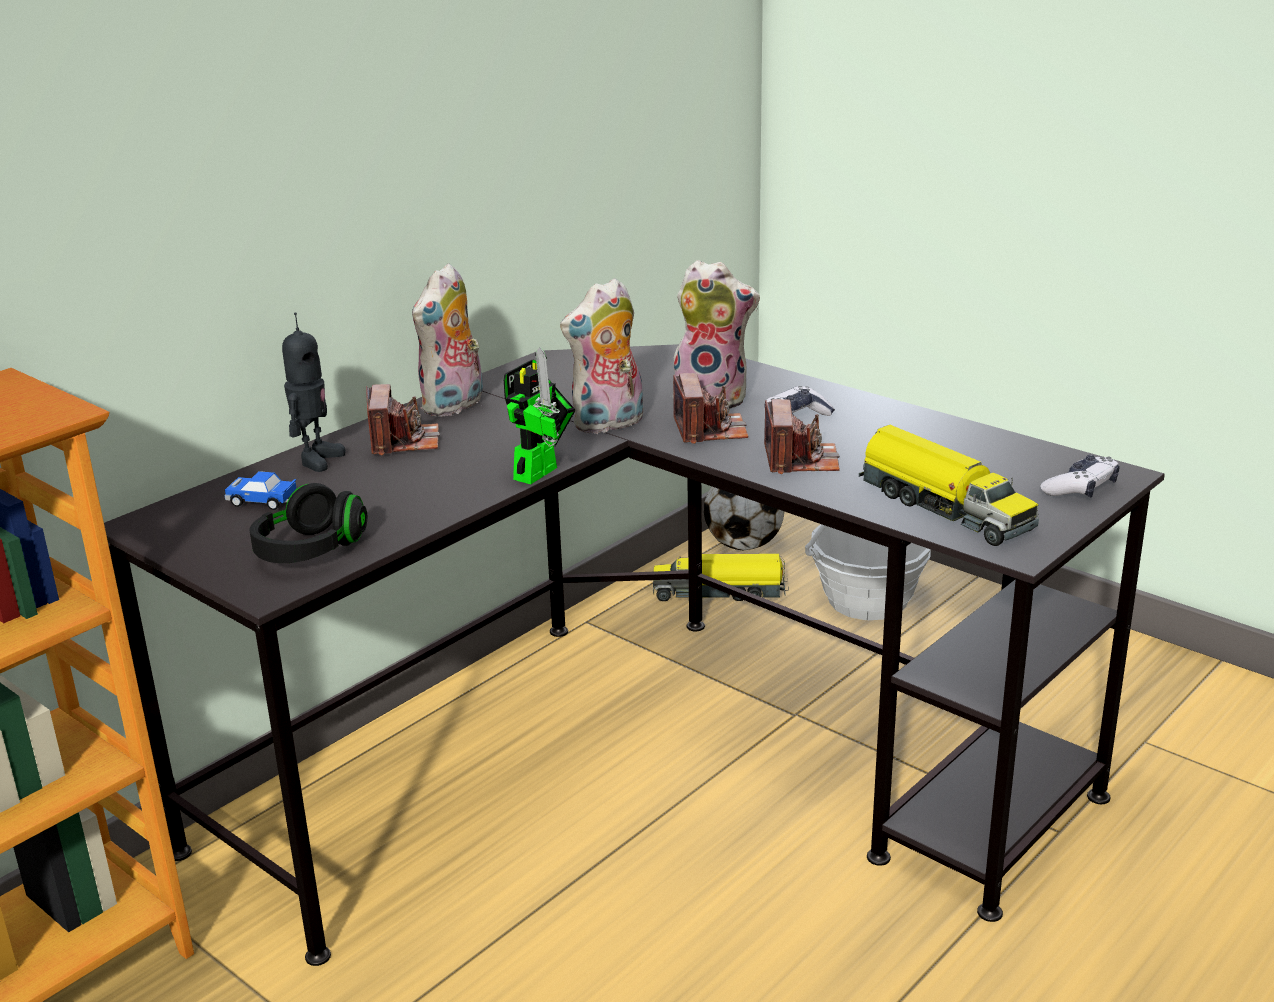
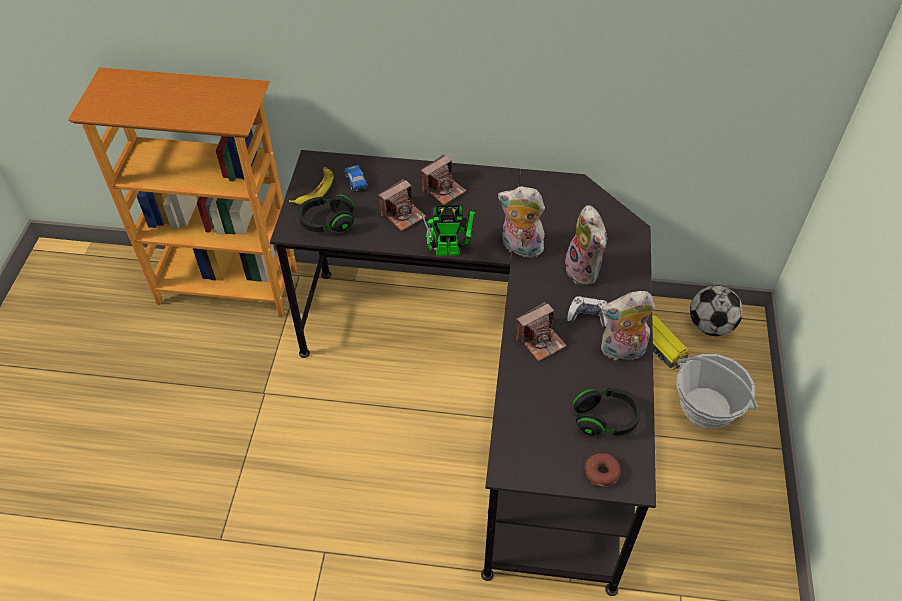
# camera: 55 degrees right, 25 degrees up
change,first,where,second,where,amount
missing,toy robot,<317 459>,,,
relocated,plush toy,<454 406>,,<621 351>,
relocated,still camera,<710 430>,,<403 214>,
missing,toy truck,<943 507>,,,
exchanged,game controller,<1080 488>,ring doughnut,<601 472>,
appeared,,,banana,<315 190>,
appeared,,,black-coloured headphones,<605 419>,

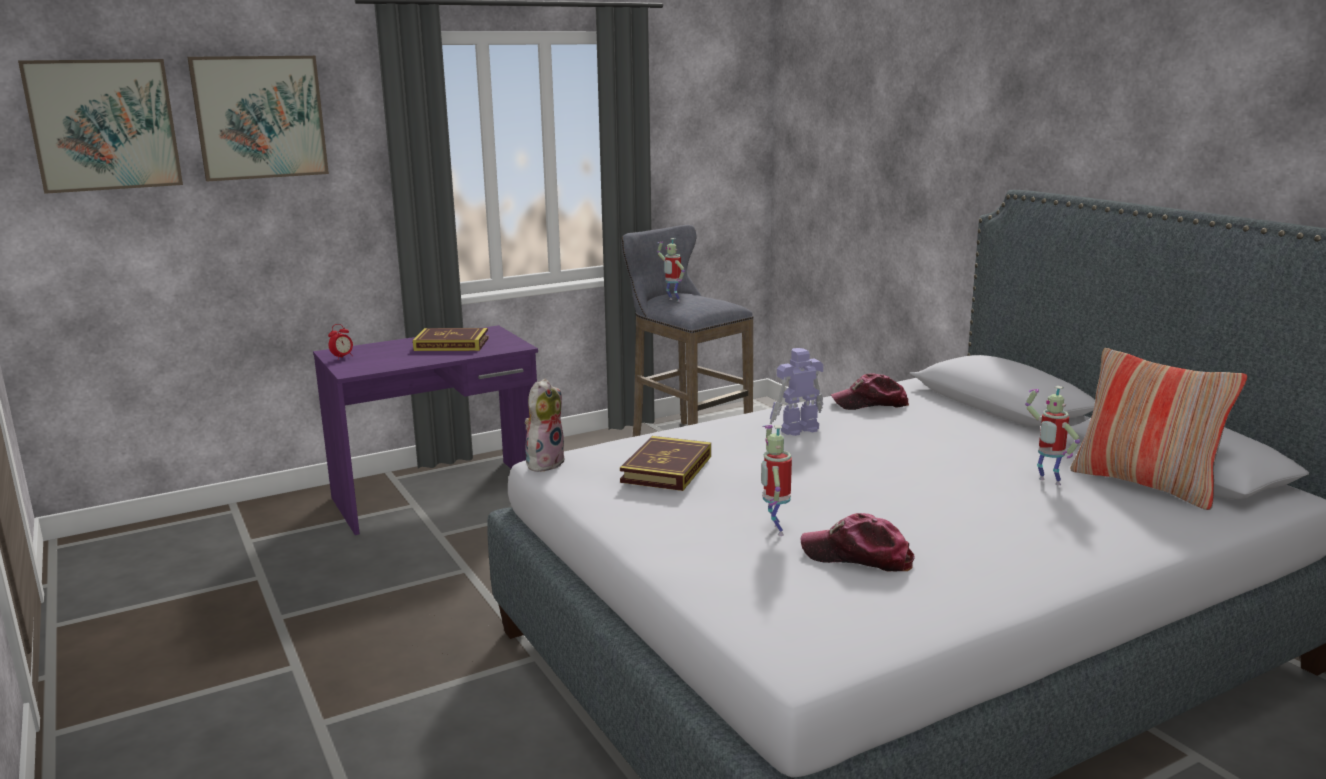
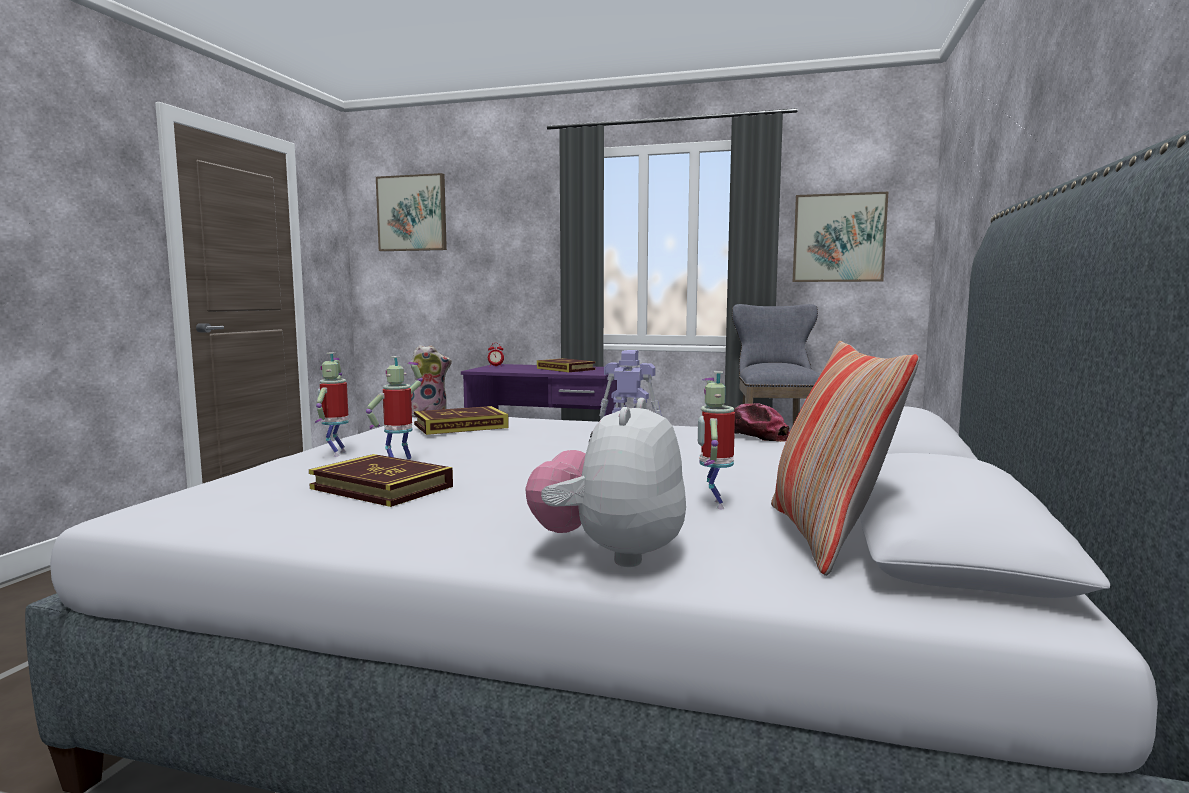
# camera: 45 degrees right, 10 degrees down
change,first,where,second,where,amount
relocated,wall art,<260 117>,,<838 238>,
relocated,toy robot,<672 300>,,<336 453>,
exchanged,baseball cap,<857 556>,book,<381 487>,
appeared,,,plush toy,<611 554>,

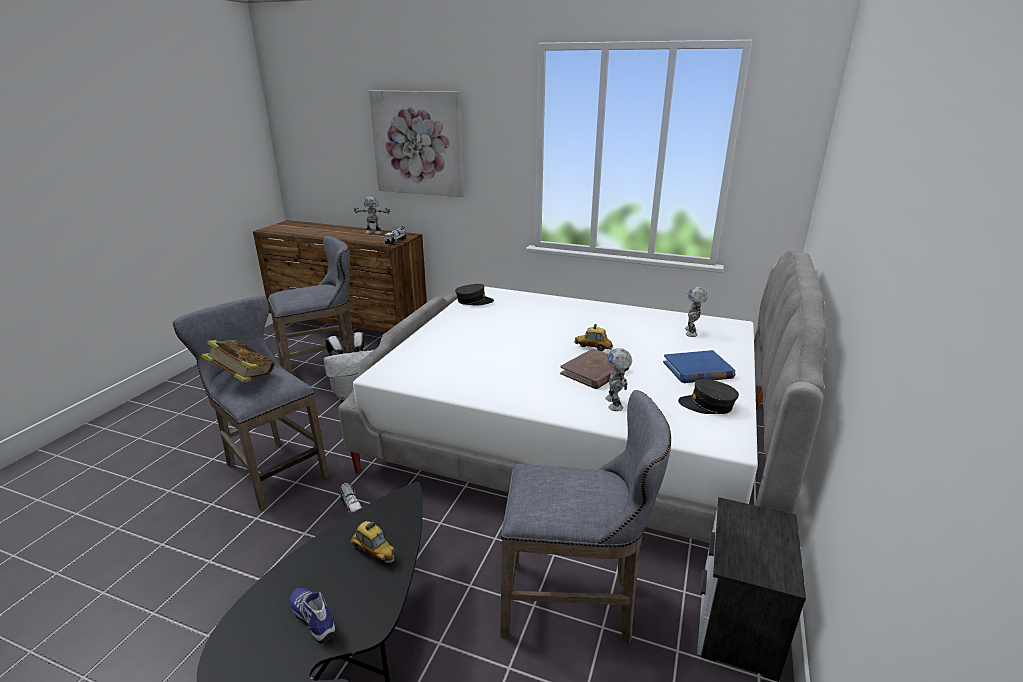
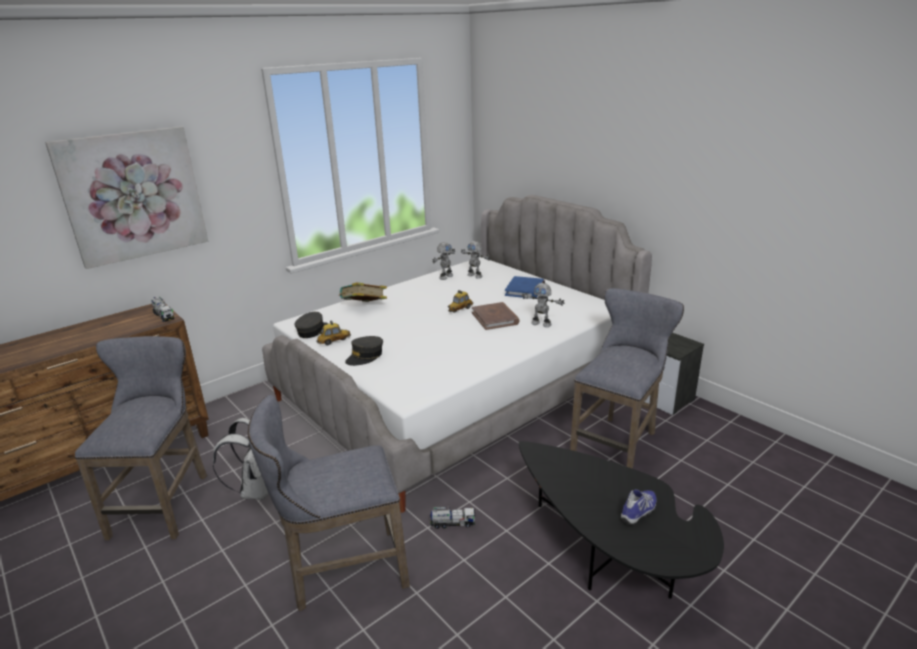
# camera: 60 degrees left, 0 degrees up
change,first,where,second,where,amount
relocated,book,<243 379>,,<364 307>,
spun,item of footwear,<314 618>,,<639 512>,150 degrees clockwise
relocated,model car,<374 552>,,<334 341>,
relocated,toy robot,<374 233>,,<445 277>,
relocated,grey baseball cap,<707 405>,,<365 356>,

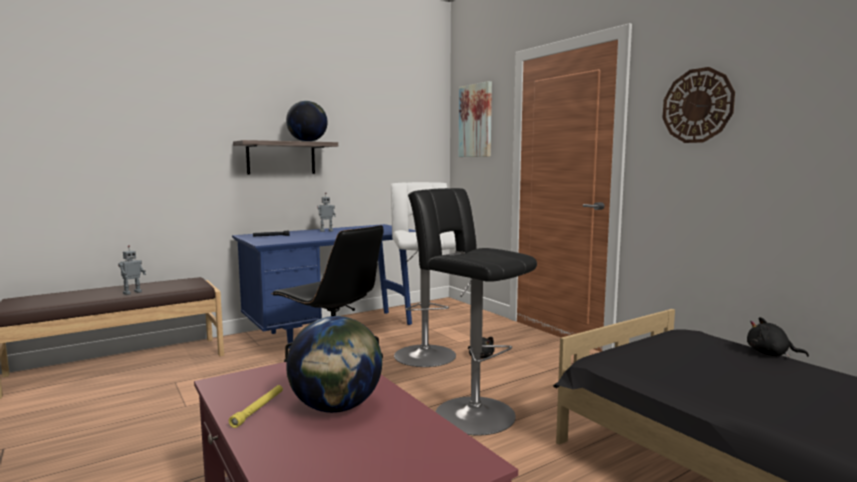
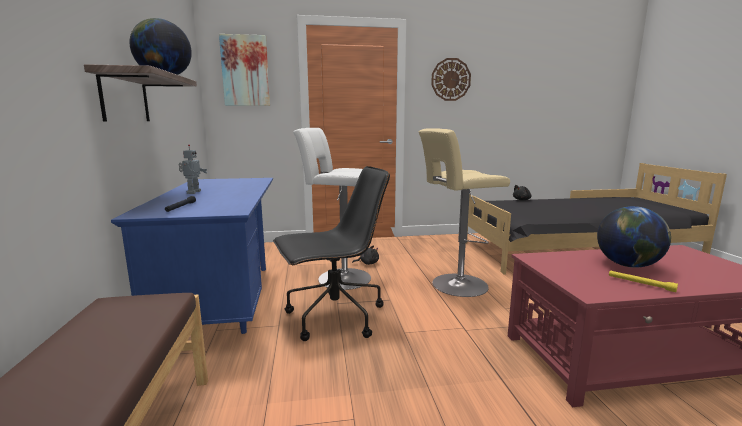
# camera: 65 degrees left, 5 degrees up
change,first,where,second,where,amount
missing,toy robot,<132 292>,,,
colour,black-coloured stool,<469 412>,beige-coloured stool,<456 285>,

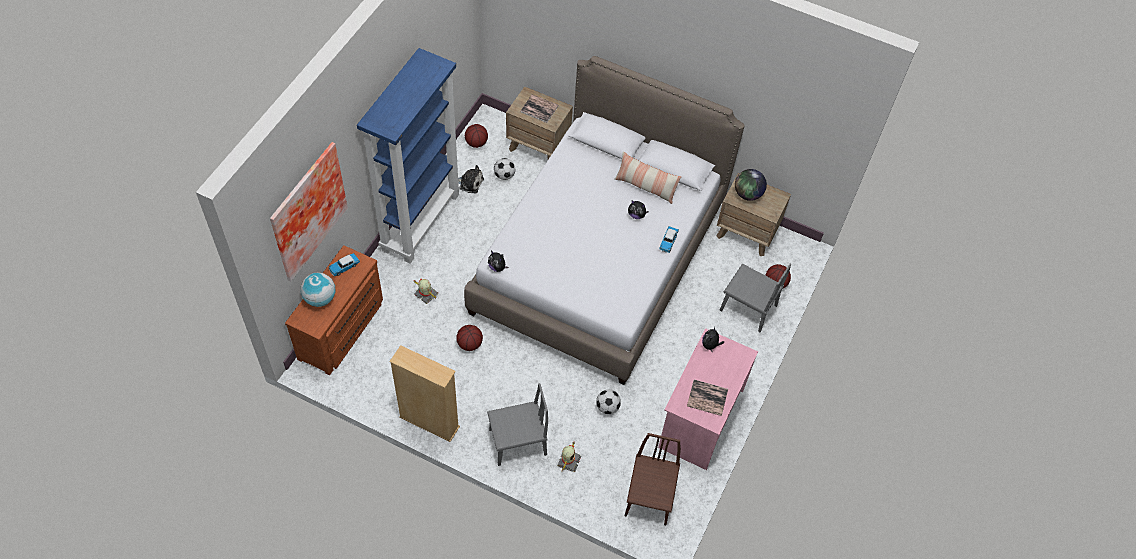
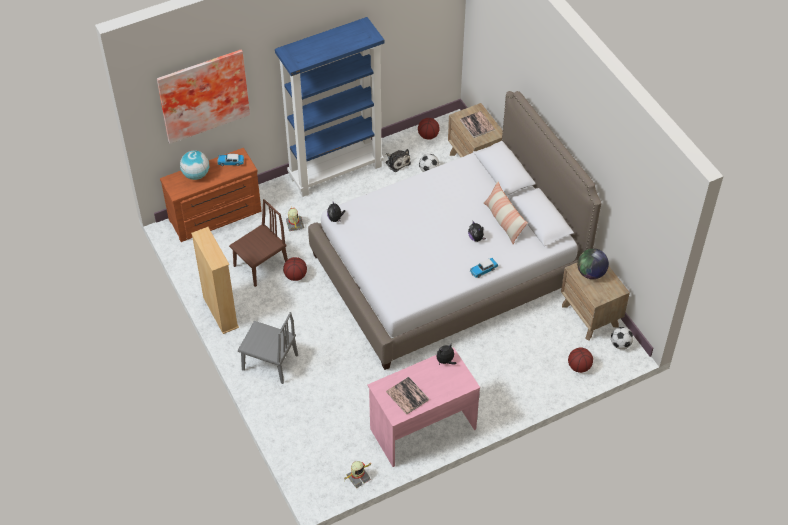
# camera: 40 degrees right, 5 degrees down
change,first,where,second,where,amount
relocated,toy robot,<568 461>,,<358 477>,
relocated,ball for football,<607 407>,,<620 344>,
relocated,brownish chair,<649 497>,,<261 265>,
missing,grey chair,<748 308>,,,

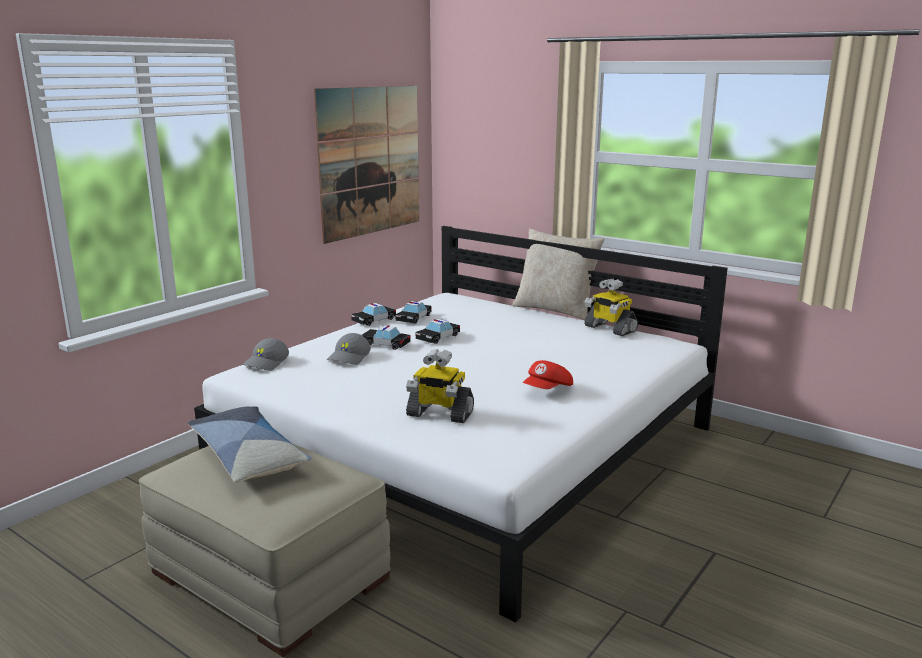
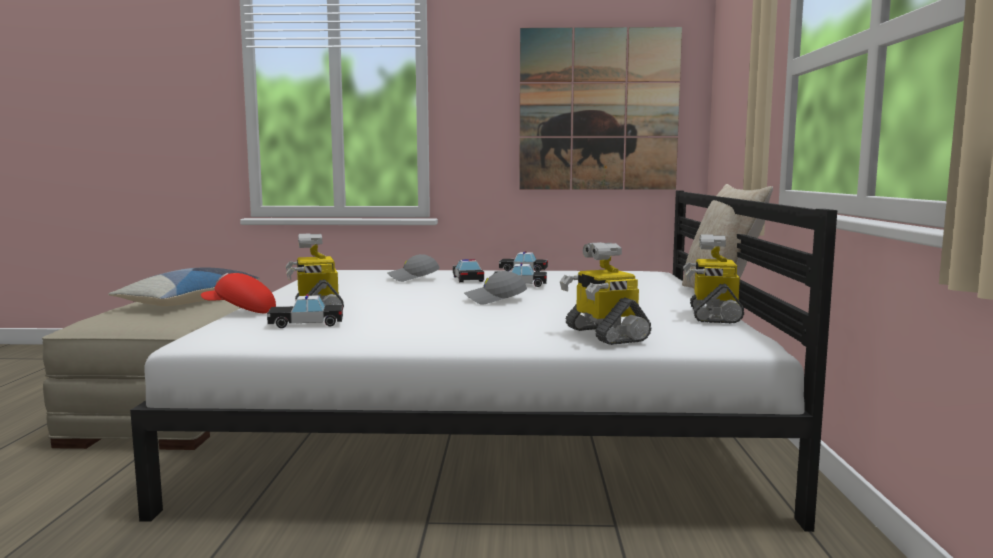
# camera: 55 degrees right, 10 degrees down
change,first,where,second,where,amount
relocated,grey baseball cap,<266 363>,,<495 300>,
relocated,model car,<413 318>,,<306 323>,
relocated,red-coloured baseball cap,<548 390>,,<240 312>,
appeared,,,toy robot,<604 334>,

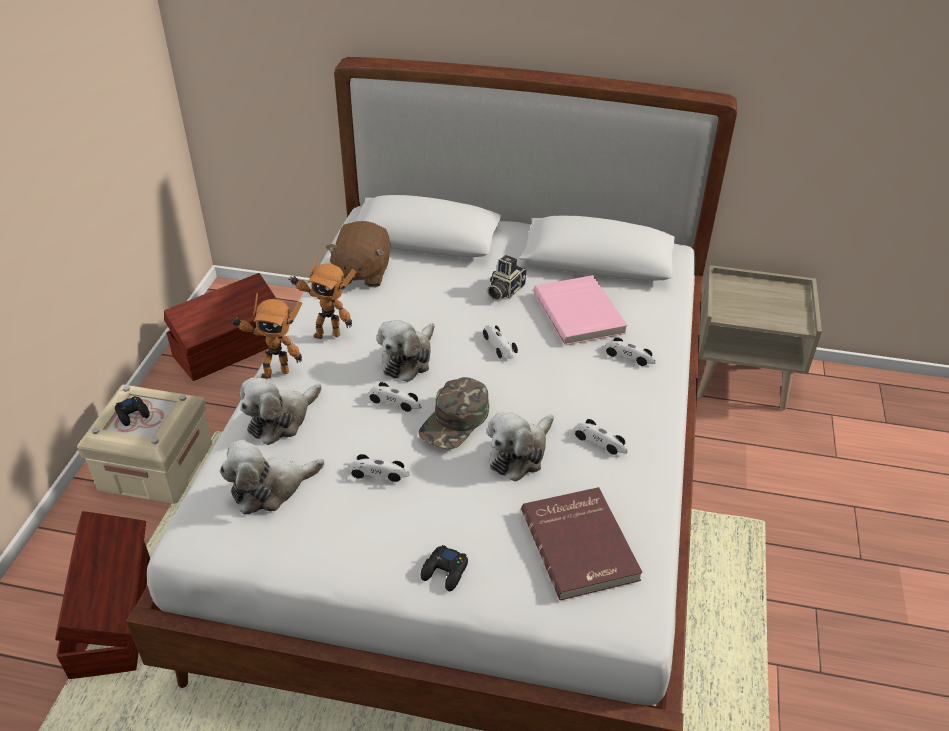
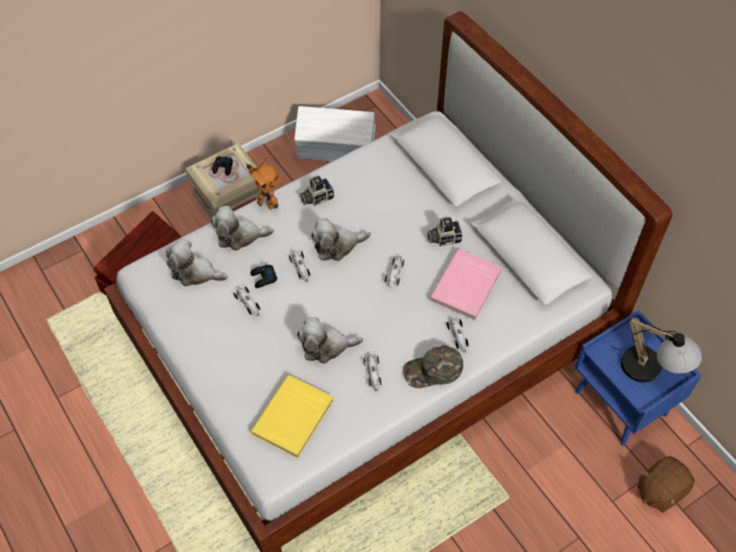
# camera: 45 degrees right, 15 degrees up
change,first,where,second,where,amount
colour,brownish storage box,<231 349>,white-coloured storage box,<336 150>,
exchanged,toy robot,<327 334>,still camera,<316 197>,
relocated,brownish plush toy,<361 273>,,<660 490>,
relocated,green-coloured baseball cap,<455 421>,,<433 371>,
relocated,black-coloured game controller,<445 572>,,<263 278>,
colour,red-coloured book,<581 545>,yellowish book,<294 418>,
colour,beige-coloured night table,<742 379>,blue night table,<622 403>,
appeared,,,tabletop lamp,<651 371>,

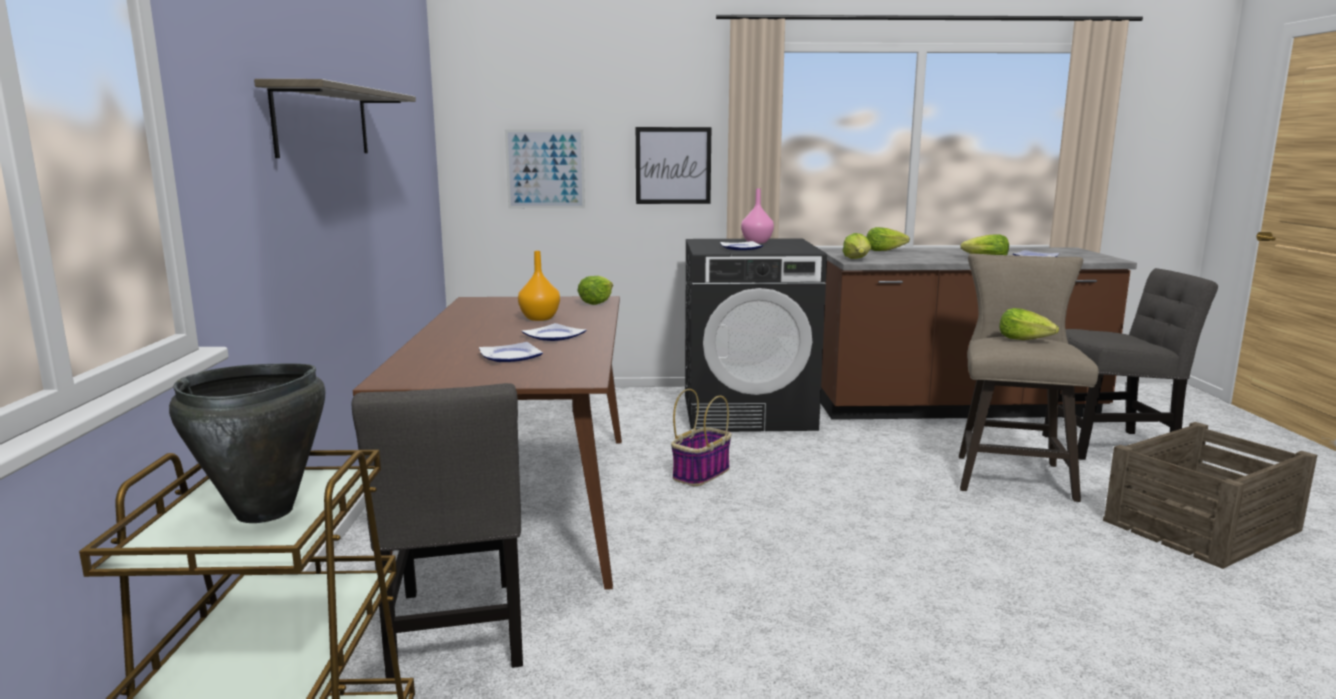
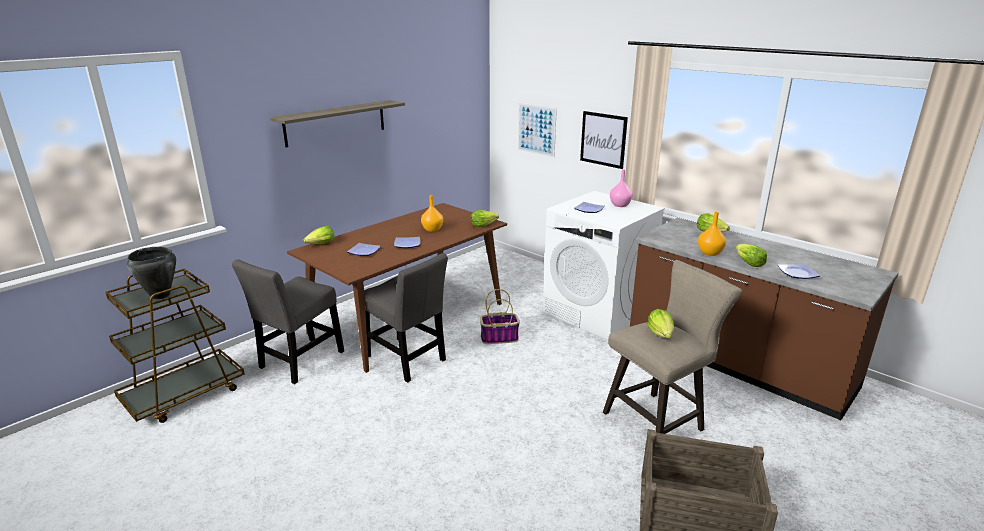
# camera: 45 degrees right, 10 degrees up
change,first,where,second,where,amount
colour,black-coloured washing machine,<748 412>,white-coloured washing machine,<597 312>,
relocated,head of lettuce,<857 259>,,<321 244>,
relocated,grey chair,<1114 445>,,<407 360>,
appeared,,,orange vase,<709 253>,

